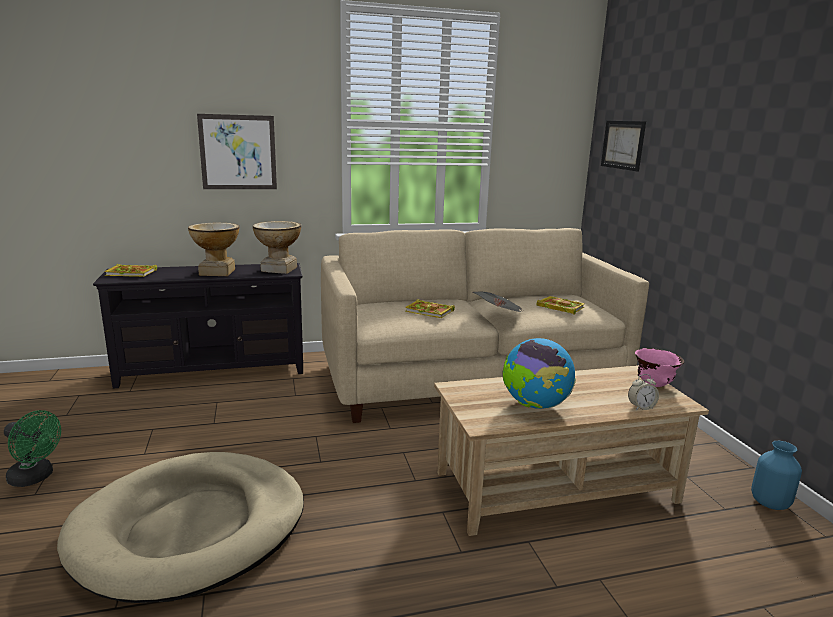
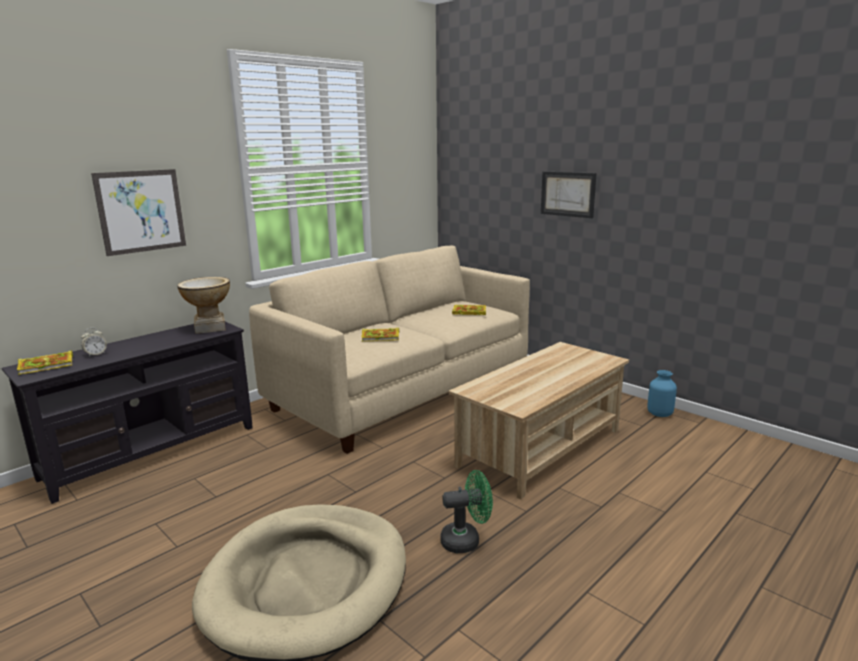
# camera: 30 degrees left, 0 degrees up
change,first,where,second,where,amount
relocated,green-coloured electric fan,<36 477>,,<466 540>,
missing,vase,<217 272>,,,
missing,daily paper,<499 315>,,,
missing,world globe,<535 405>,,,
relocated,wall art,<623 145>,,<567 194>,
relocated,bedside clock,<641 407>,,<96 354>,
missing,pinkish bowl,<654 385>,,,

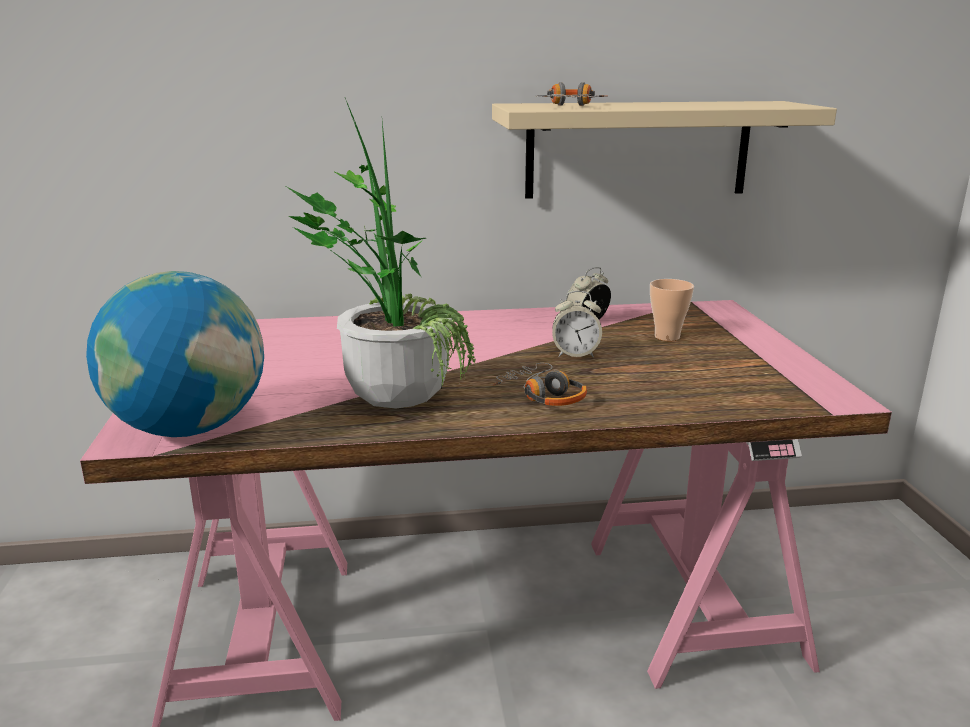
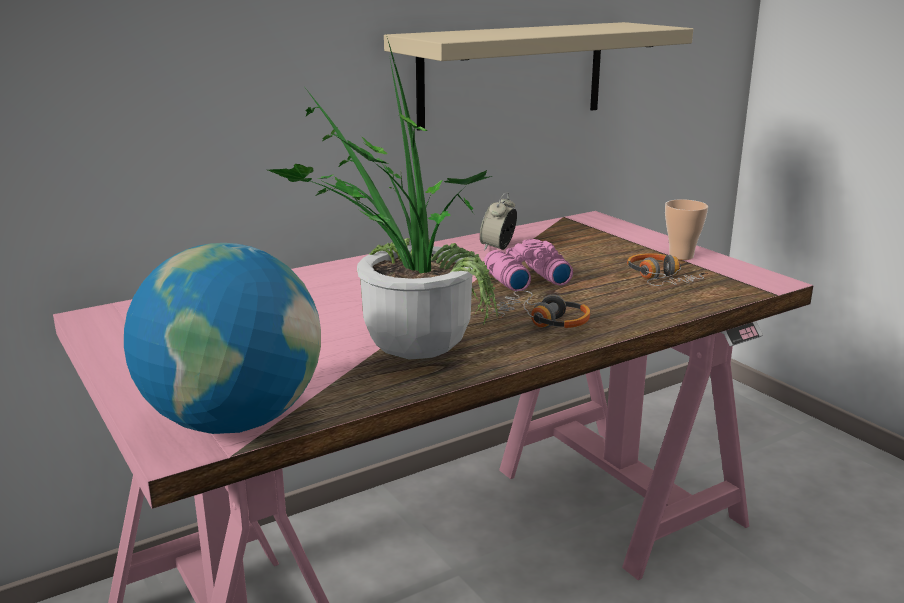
# camera: 25 degrees left, 0 degrees up
change,first,where,second,where,amount
relocated,headphones,<570 106>,,<661 279>,
exchanged,bedside clock,<575 354>,pinkish field glasses,<524 279>,
relocated,small cup,<667 337>,,<681 256>,

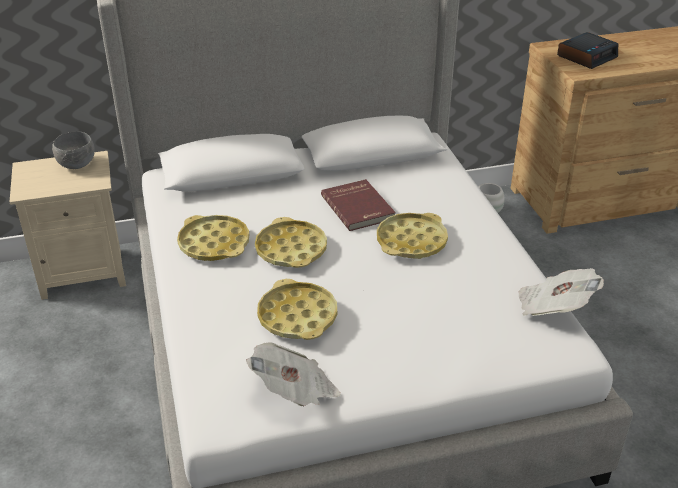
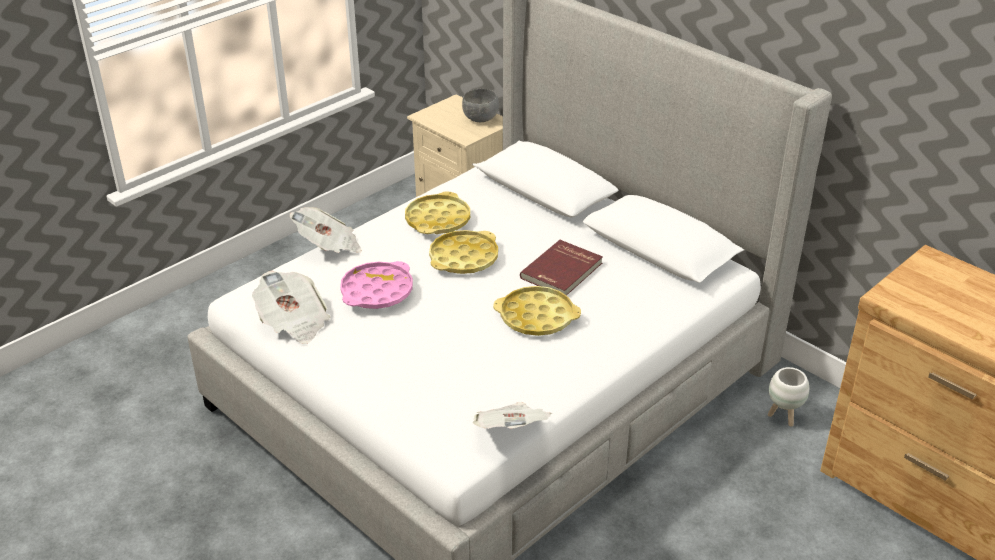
# camera: 60 degrees right, 0 degrees up
change,first,where,second,where,amount
colour,yellowish serving tray,<297 316>,pinkish serving tray,<377 291>,
missing,bedside clock,<586 56>,,,
appeared,,,daily paper,<329 246>,

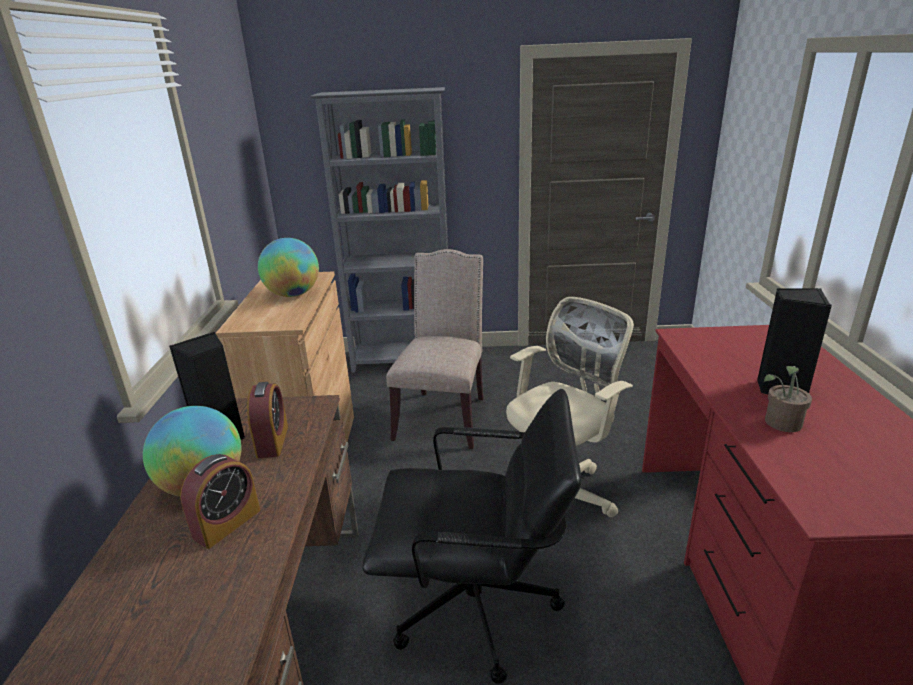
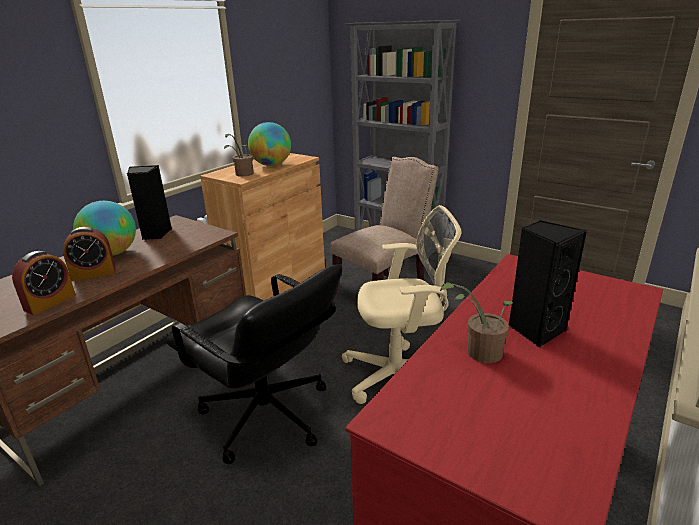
# camera: 35 degrees right, 0 degrees up
change,first,where,second,where,amount
relocated,bedside clock,<272 441>,,<50 302>,
appeared,,,houseplant,<242 174>,

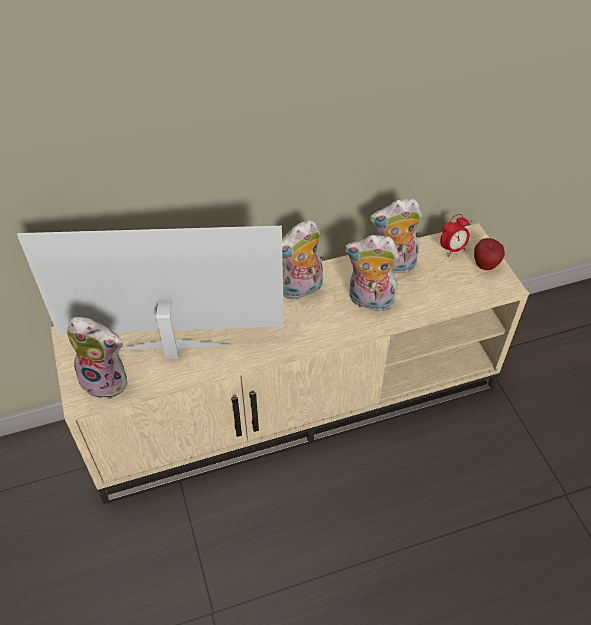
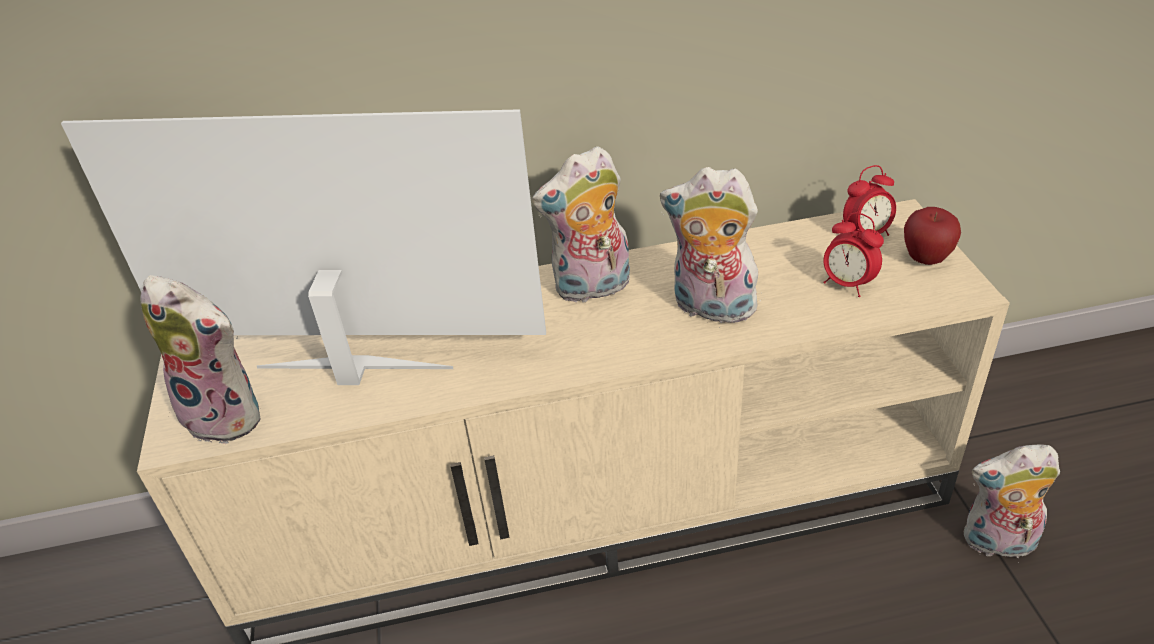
# camera: 10 degrees right, 10 degrees down
change,first,where,second,where,amount
relocated,plush toy,<393 266>,,<997 543>,
appeared,,,bedside clock,<847 284>,

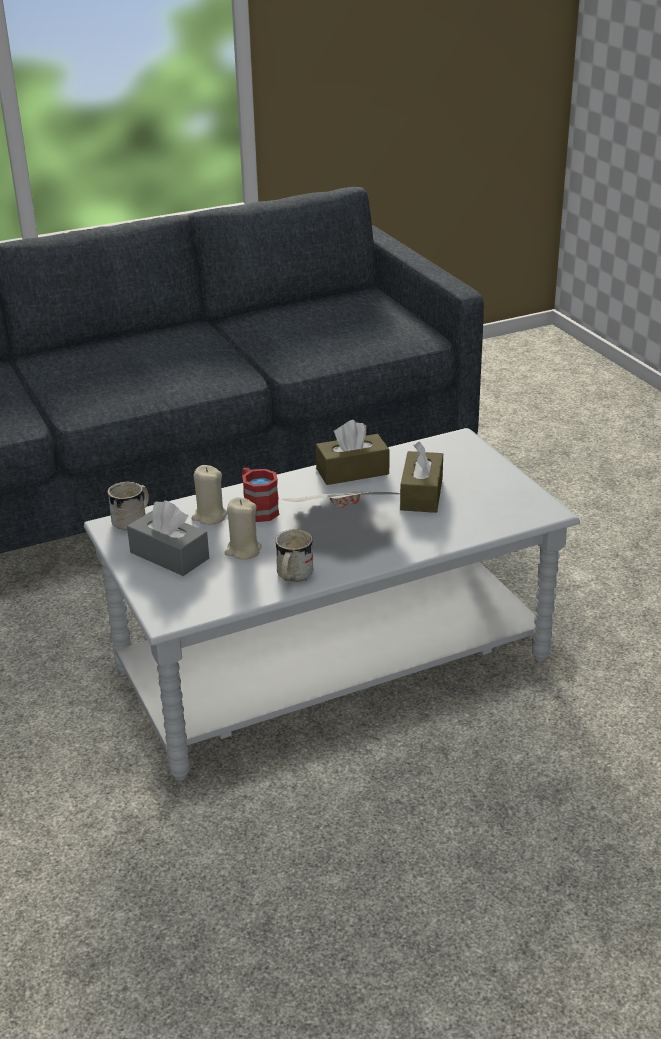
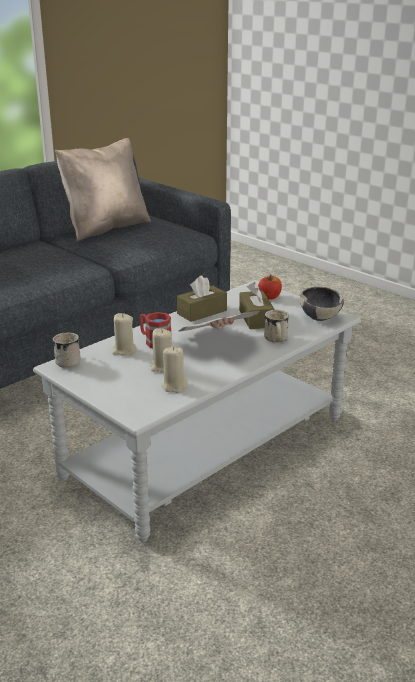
# camera: 20 degrees left, 5 degrees down
change,first,where,second,where,amount
missing,grey tissue holder,<169 555>,,,
relocated,white-coloured mug,<292 576>,,<275 340>,
appeared,,,beige-coloured pillow,<105 228>,
appeared,,,beige-coloured candle,<174 386>,
appeared,,,apple fruit,<269 297>,
appeared,,,bowl,<320 317>,

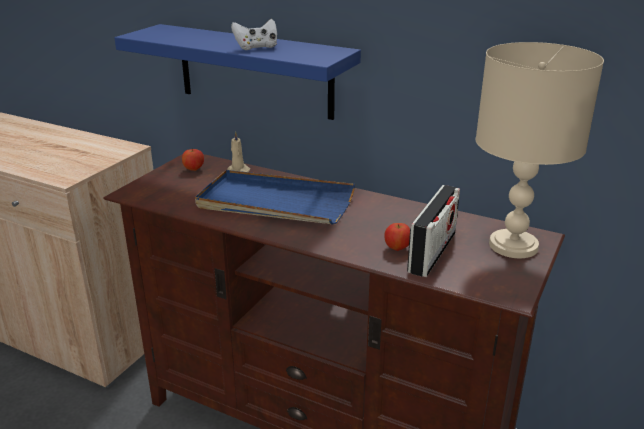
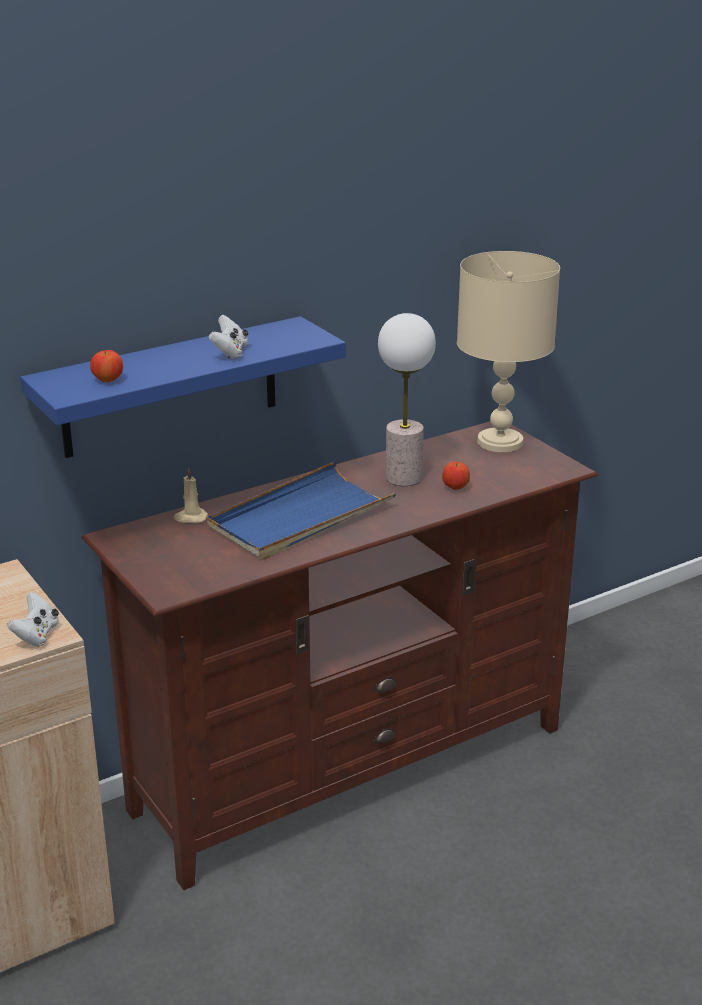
# camera: 60 degrees left, 0 degrees up
change,first,where,second,where,amount
relocated,apple fruit,<193 169>,,<108 380>,
missing,radio receiver,<432 252>,,,
appeared,,,white-coloured game controller,<37 635>,
appeared,,,tabletop lamp,<404 478>,

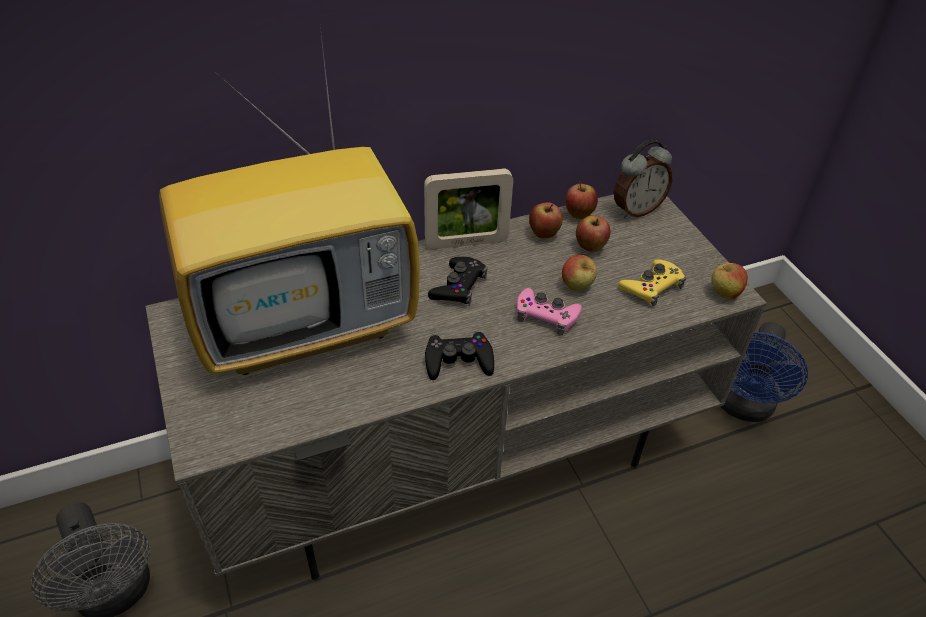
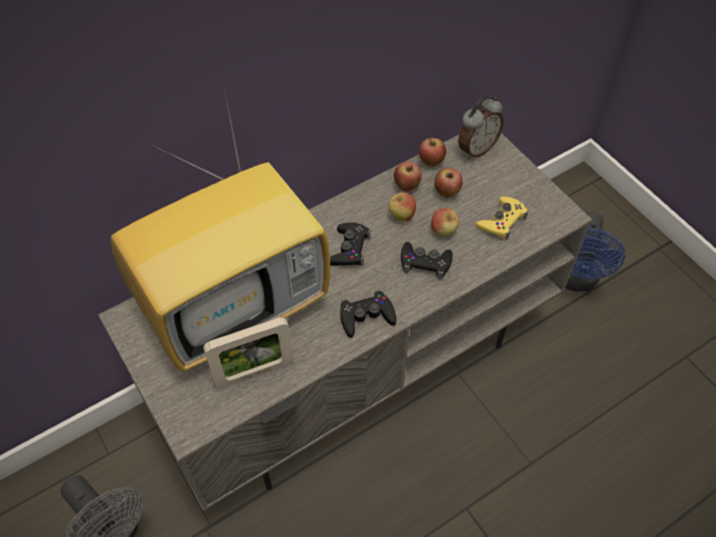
# camera: 10 degrees left, 10 degrees up
change,first,where,second,where,amount
relocated,photo frame,<466 242>,,<255 373>,
colour,pinkish game controller,<546 315>,black-coloured game controller,<425 263>,
relocated,apple fruit,<724 293>,,<401 216>,

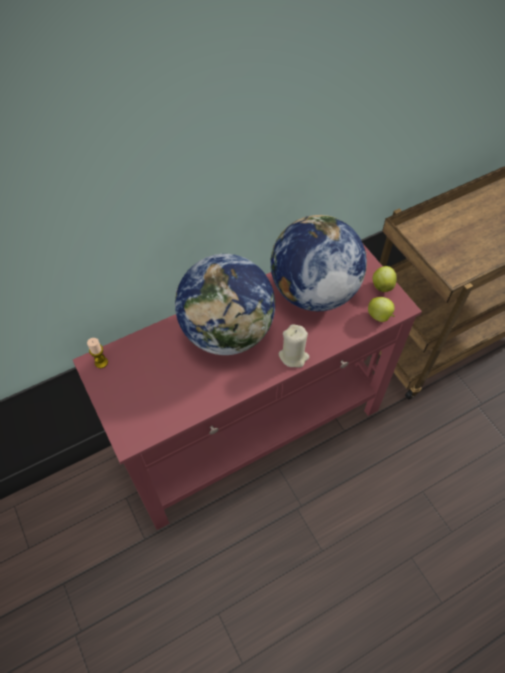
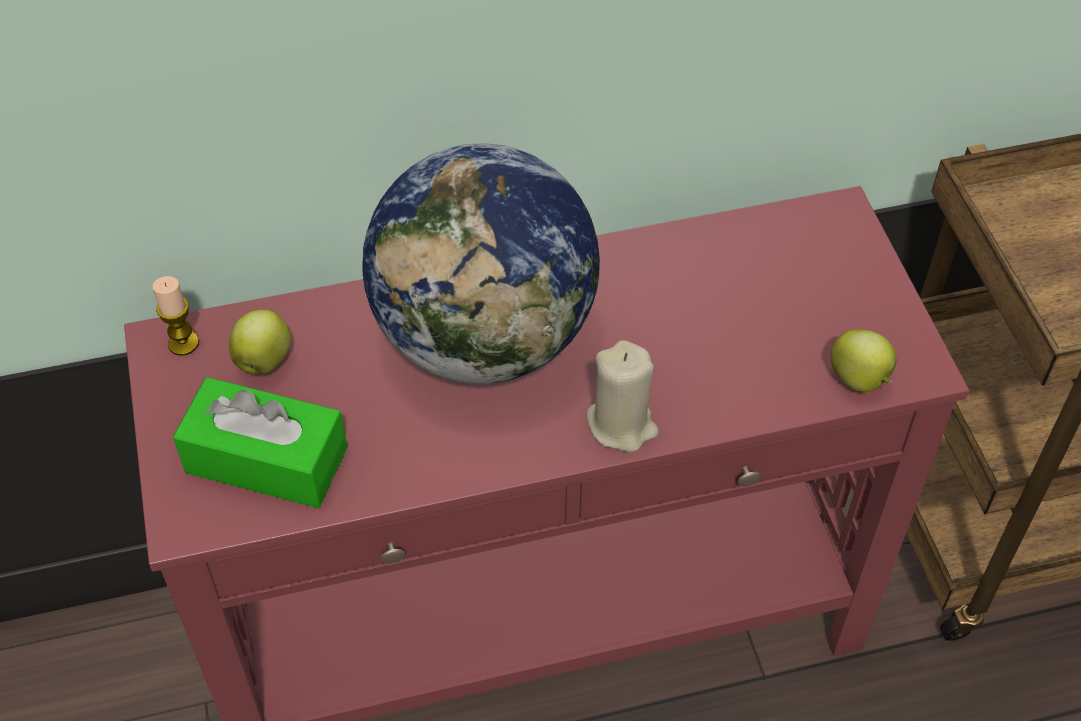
# camera: 15 degrees right, 5 degrees down
change,first,where,second,where,amount
missing,world globe,<313 292>,,,
relocated,apple fruit,<382 286>,,<264 359>,
appeared,,,green-coloured tissue holder,<266 460>,

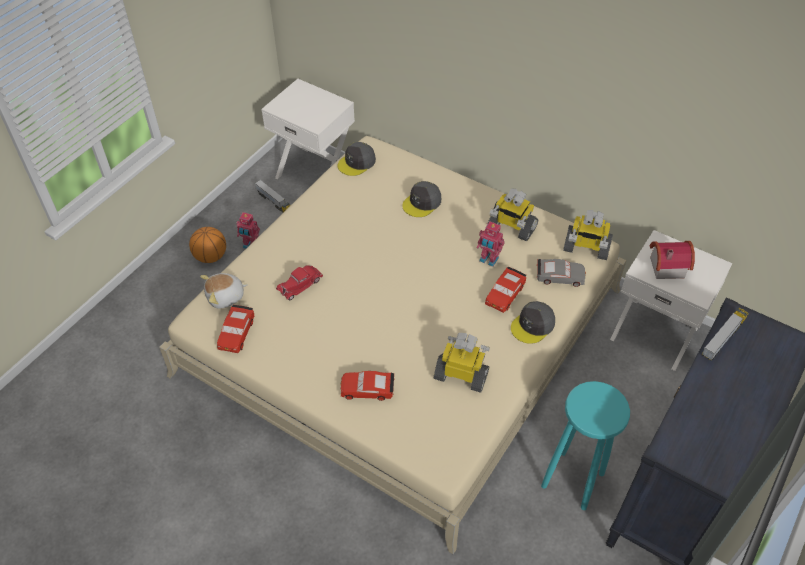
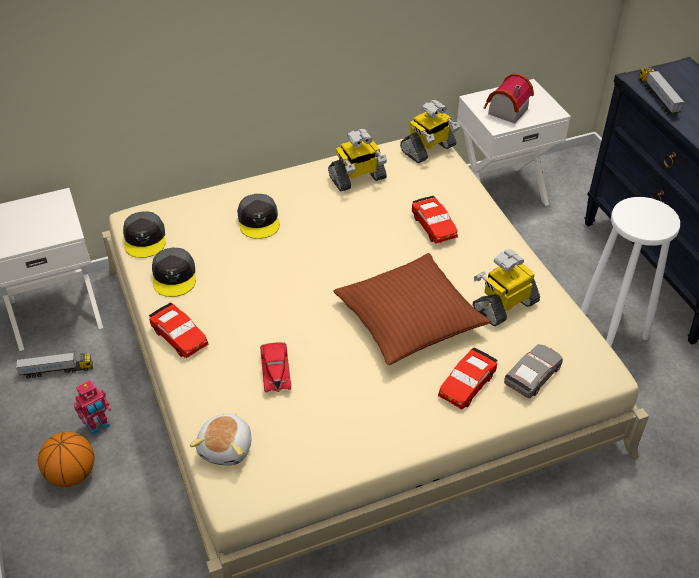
# camera: 55 degrees left, 5 degrees down
change,first,where,second,where,amount
relocated,red-coloured model car,<236 333>,,<179 336>,
missing,toy robot,<488 260>,,,
relocated,grey baseball cap,<533 325>,,<174 276>,
relocated,grey model car,<559 276>,,<532 376>,
colour,blue-green stool,<573 479>,white-coloured stool,<612 327>,
appeared,,,brownish pillow,<409 318>,

